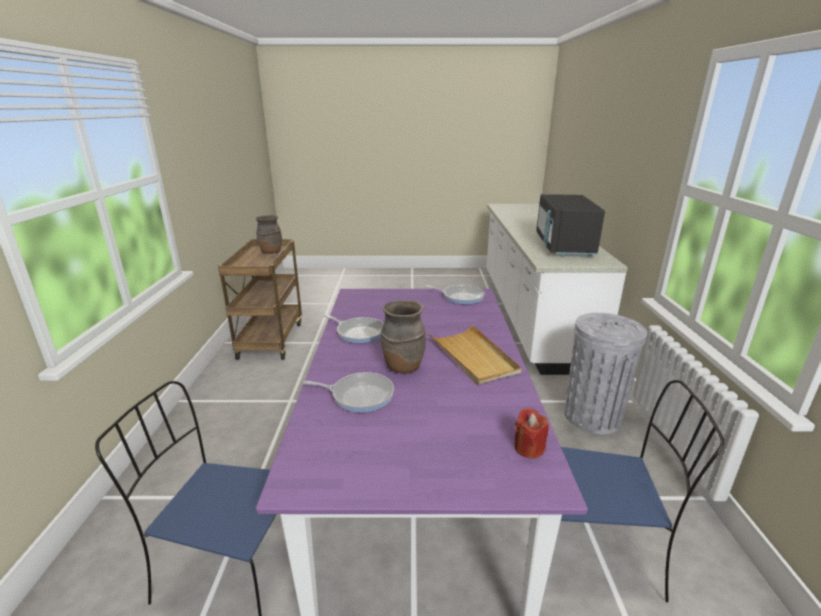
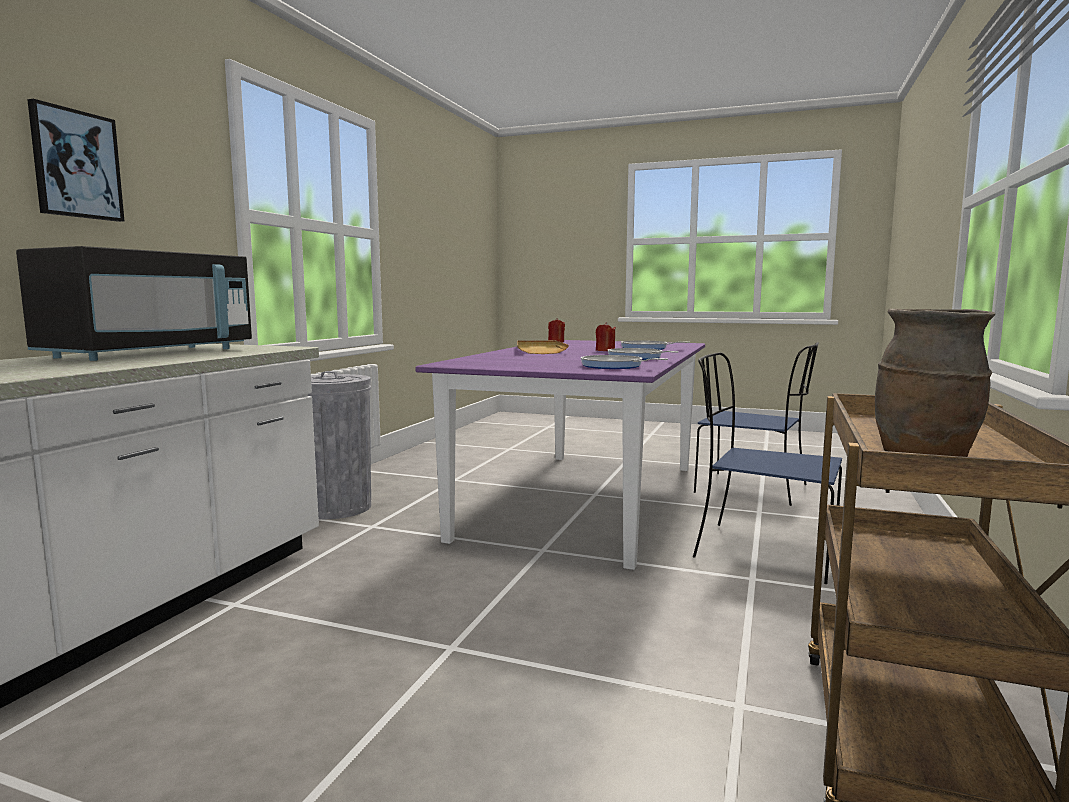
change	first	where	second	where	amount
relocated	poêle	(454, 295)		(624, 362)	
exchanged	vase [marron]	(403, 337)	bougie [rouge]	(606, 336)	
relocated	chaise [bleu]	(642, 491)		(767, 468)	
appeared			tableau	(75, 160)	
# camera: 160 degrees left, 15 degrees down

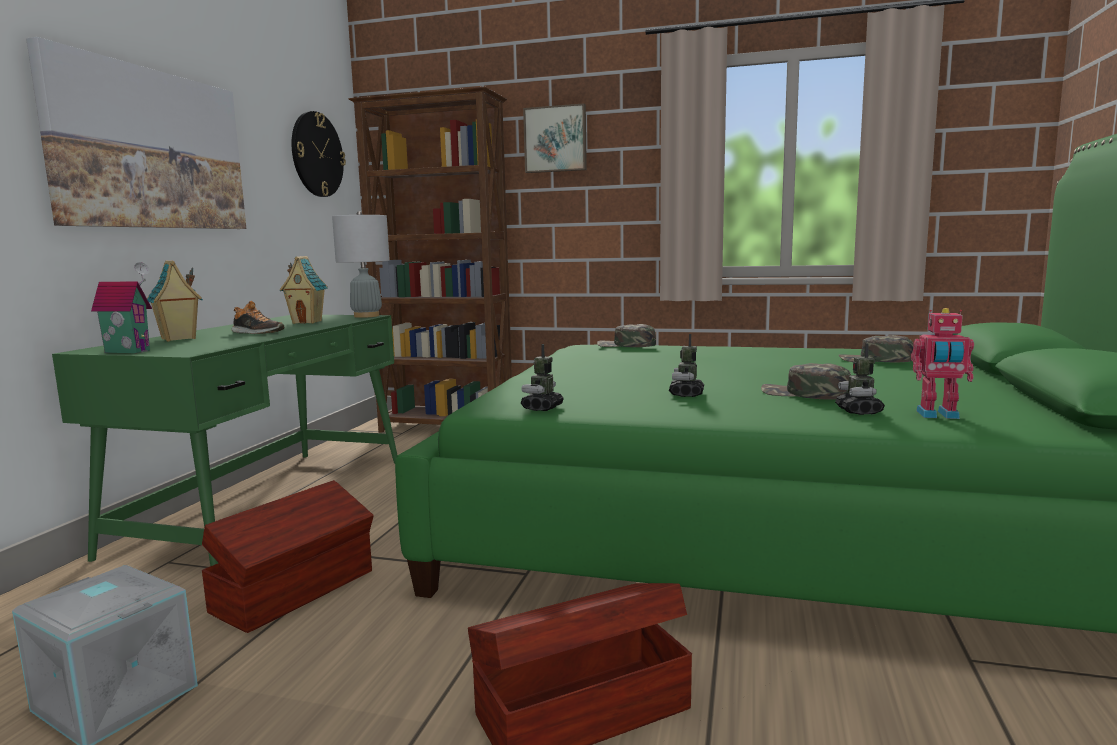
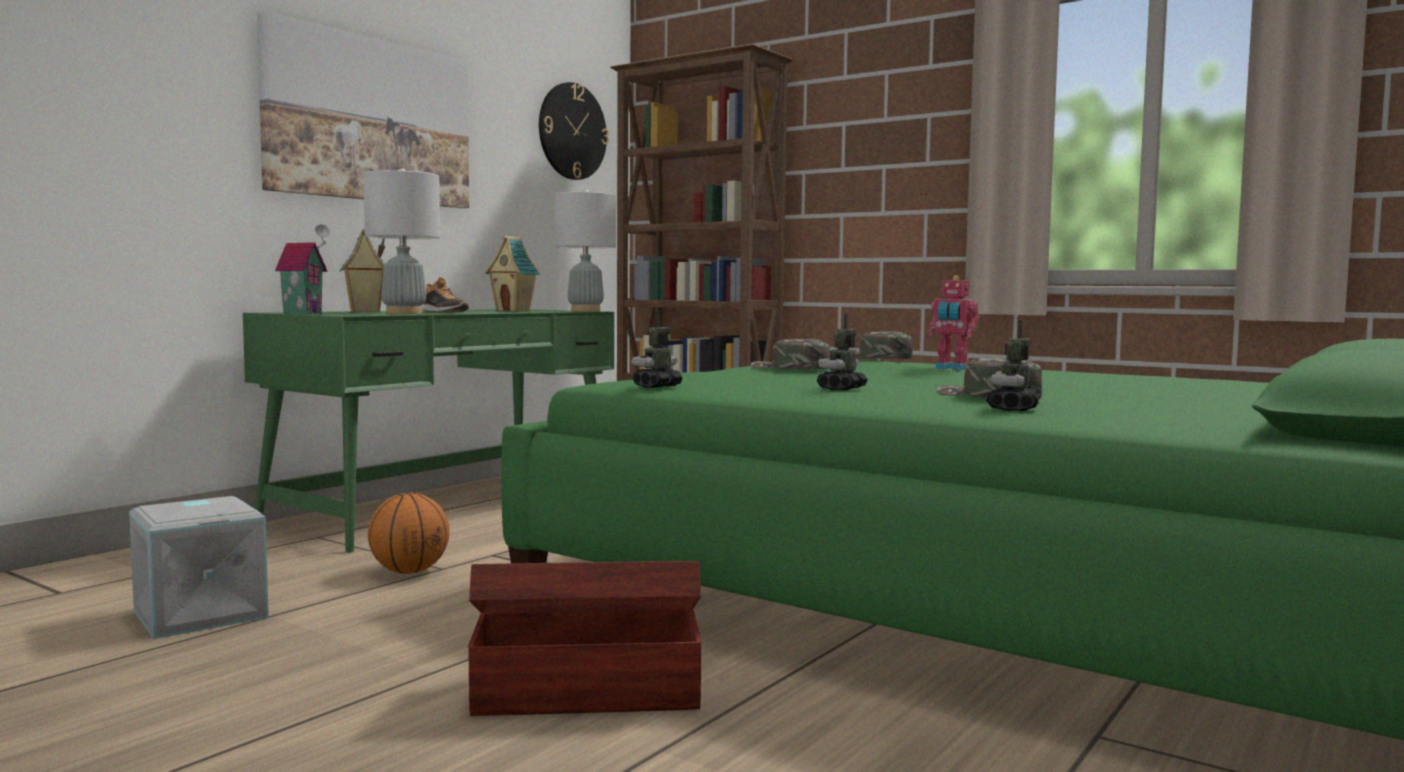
change	first	where	second	where	amount
missing	tableau	(555, 138)			
relocated	robot jouet	(942, 363)		(953, 322)	
relocated	casquette [vert]	(876, 348)		(790, 354)	
exchanged	boîte de rangement [marron]	(287, 556)	ballon de basket	(409, 533)	
appeared			lampe de table [gris]	(402, 241)	
# camera: 20 degrees right, 5 degrees down

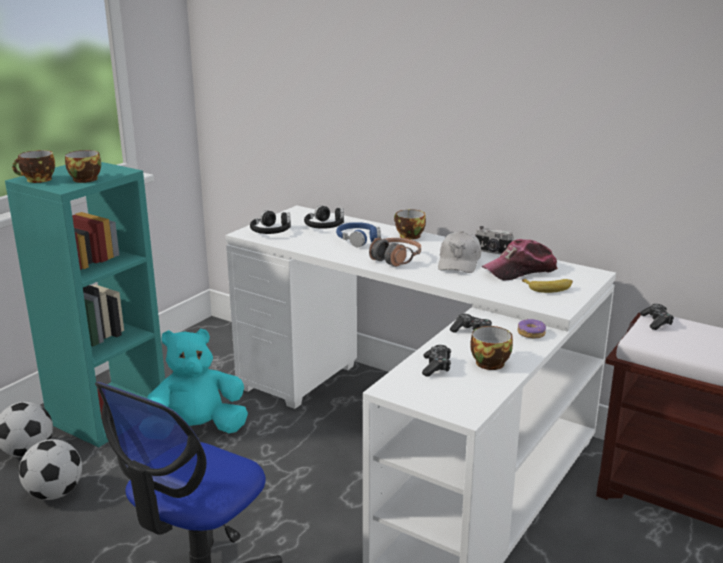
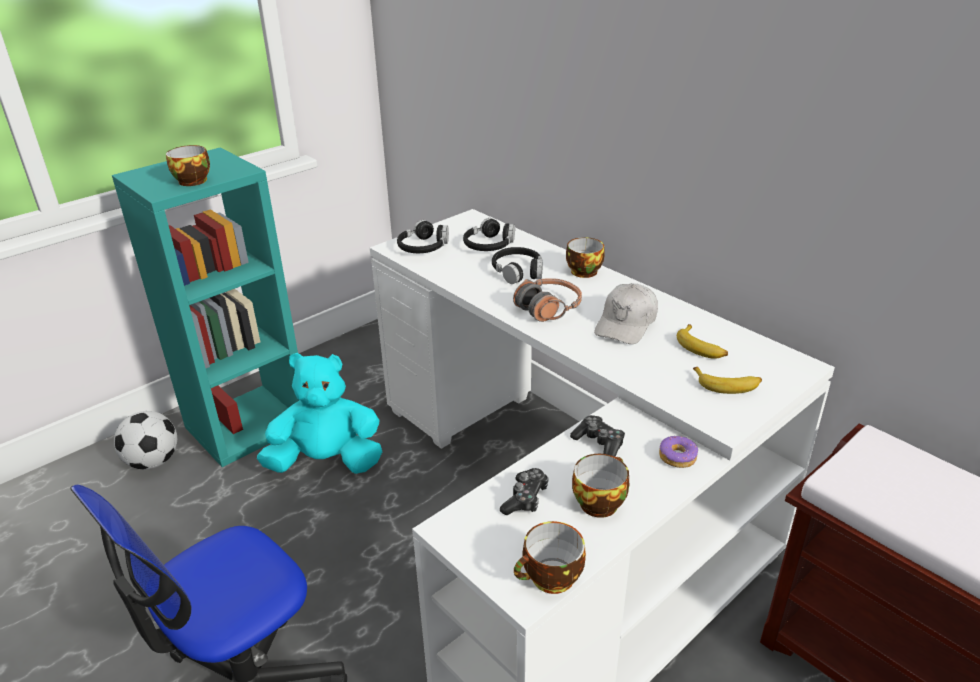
change	first	where	second	where	amount
relocated	tasse	(33, 166)		(550, 557)	
colour	casque audio [bleu]	(358, 234)	casque audio [noir]	(517, 265)	
missing	appareil photo	(494, 240)			
exchanged	casquette	(520, 259)	banane	(702, 341)	
missing	manette	(657, 317)			
missing	ballon de foot	(50, 469)			
# camera: 15 degrees right, 10 degrees up

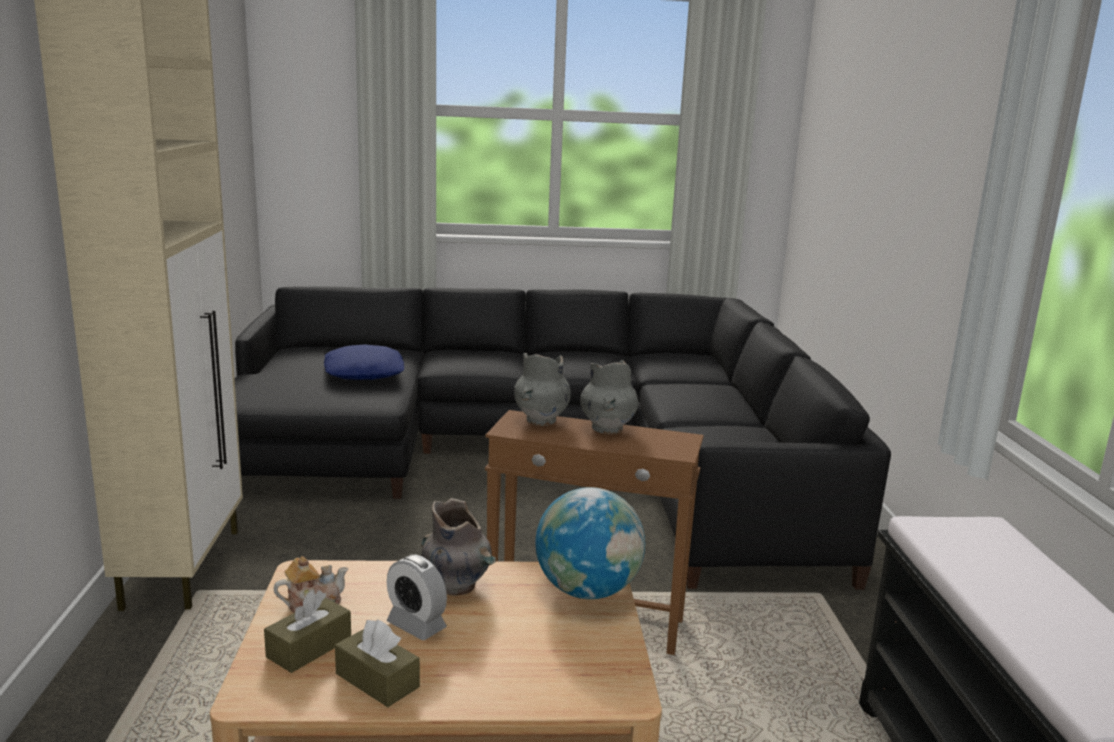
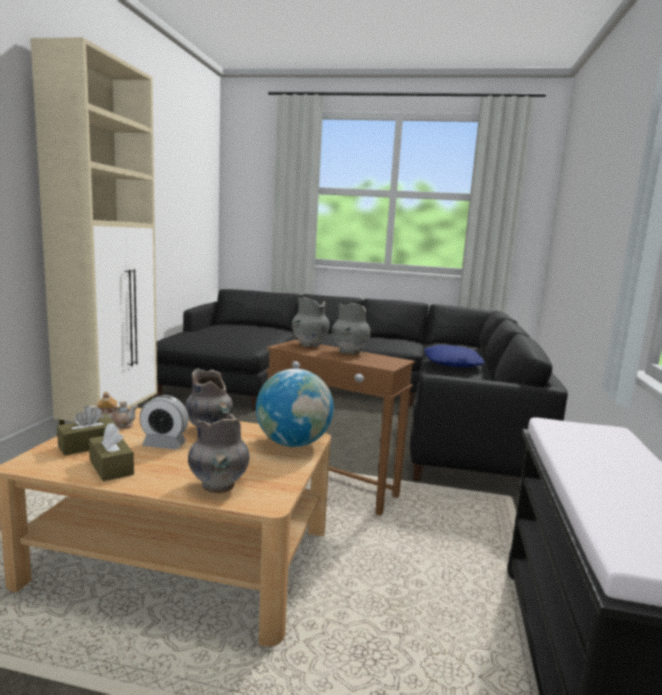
change	first	where	second	where	amount
relocated	coussin [bleu]	(364, 362)		(454, 356)	
spun	réveil	(417, 597)		(164, 422)	45 degrees counterclockwise
appeared			vase [gris]	(219, 453)	
# camera: 15 degrees right, 5 degrees down

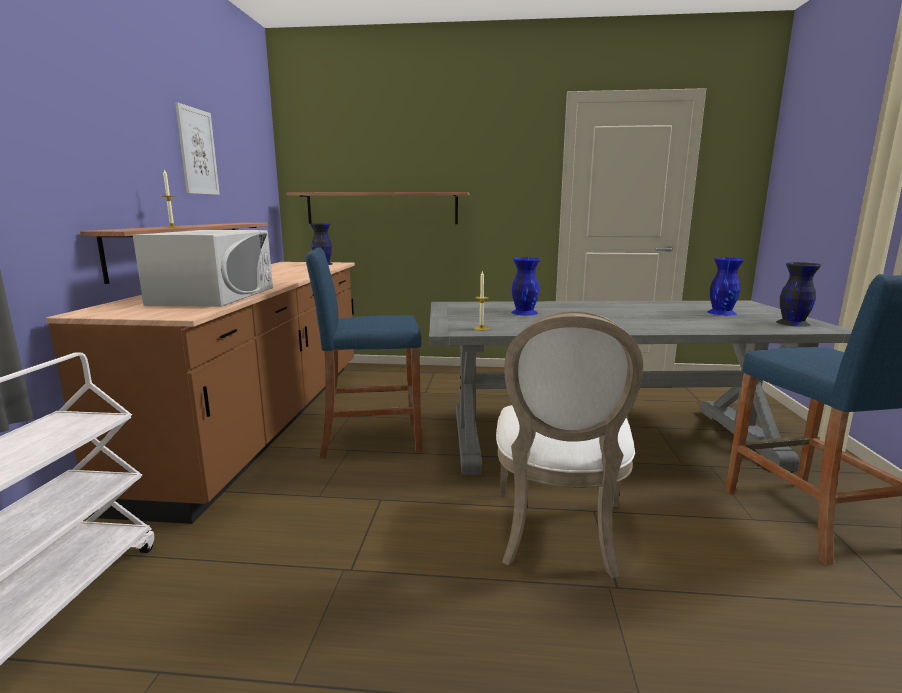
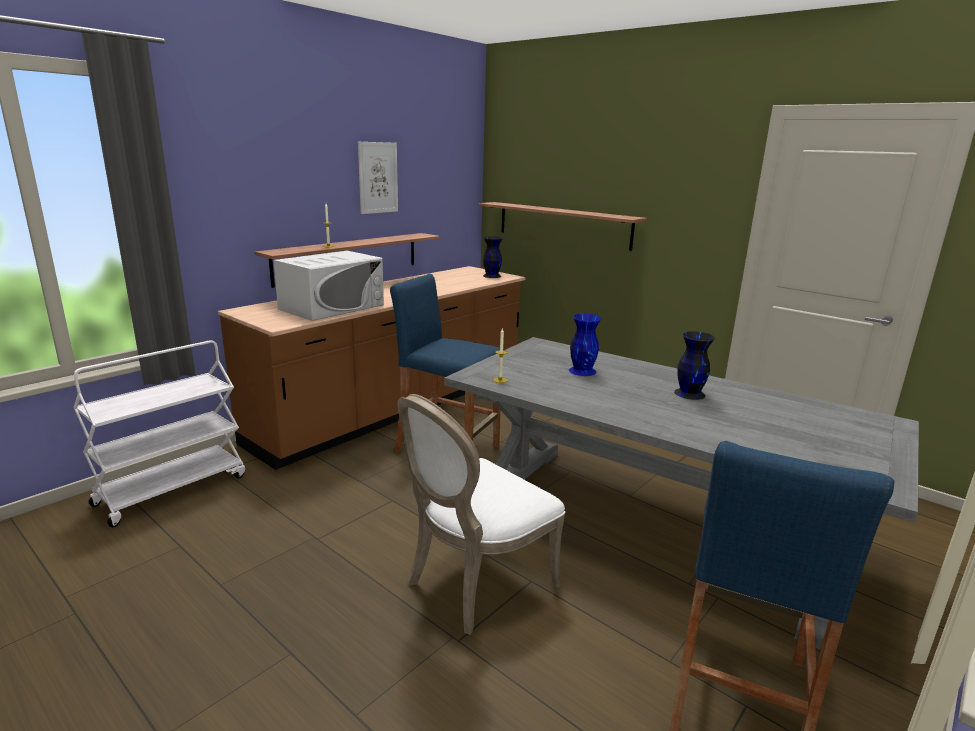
change	first	where	second	where	amount
missing	vase [bleu]	(725, 286)			
relocated	vase [noir]	(798, 294)		(694, 365)	
# camera: 35 degrees right, 5 degrees up

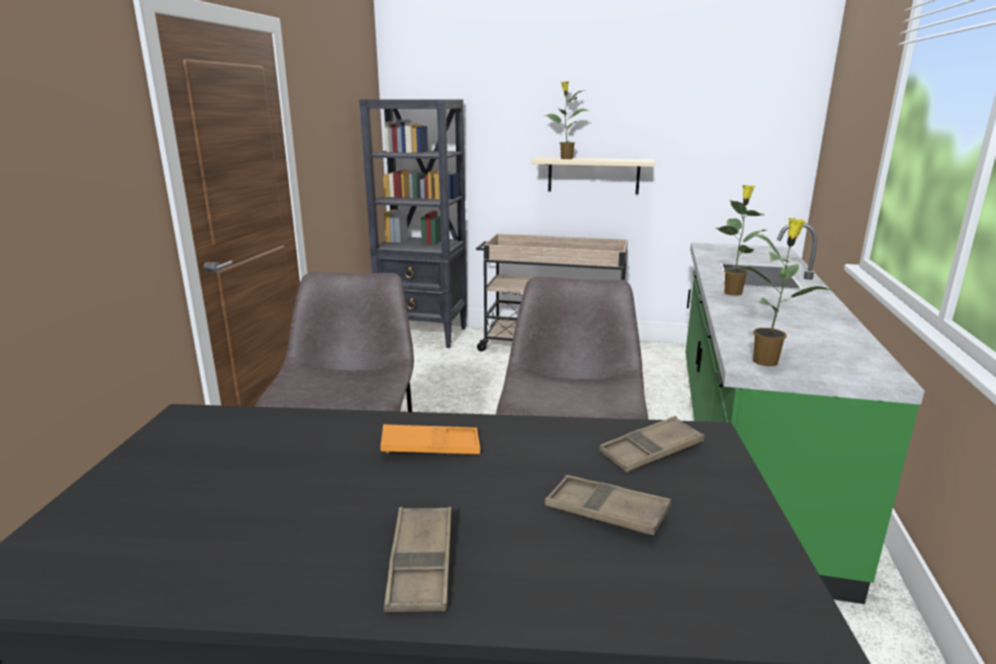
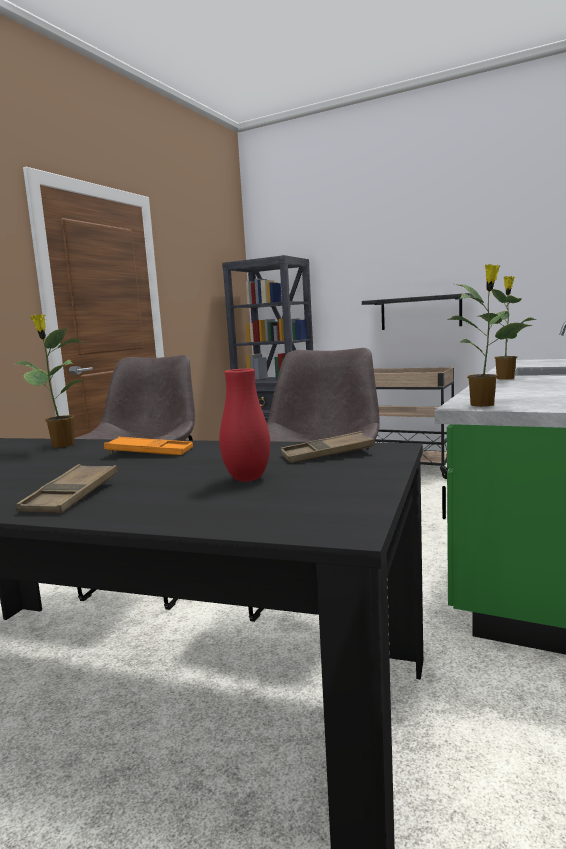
change	first	where	second	where	amount
relocated	plante en pot	(566, 120)		(49, 381)	
colour	étagère [beige]	(592, 175)	étagère [noir]	(418, 311)	
exchanged	plateau [marron]	(608, 505)	vase [rouge]	(244, 425)	
# camera: 15 degrees right, 10 degrees down

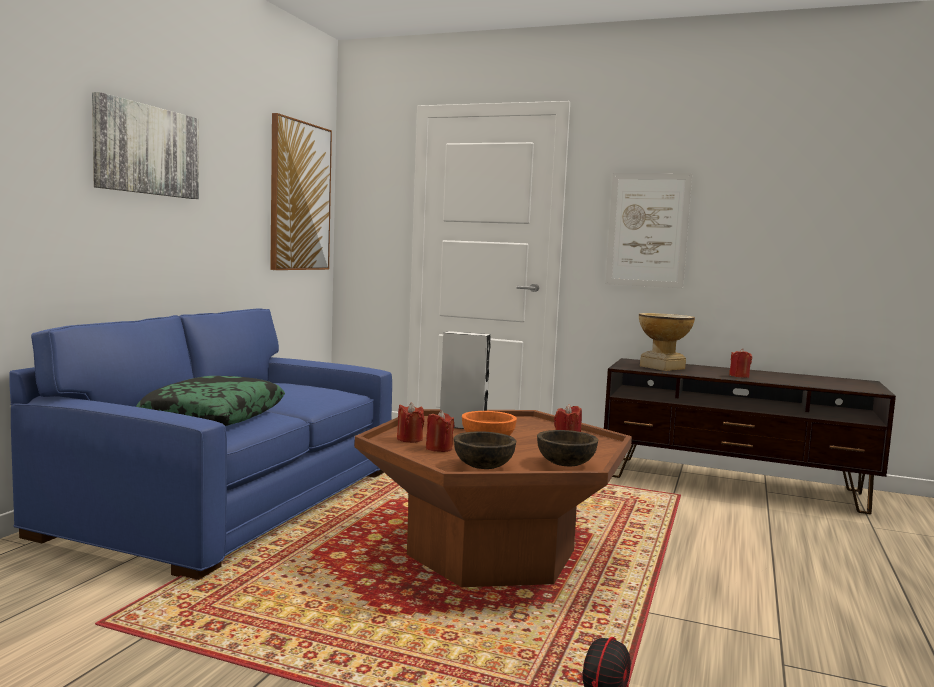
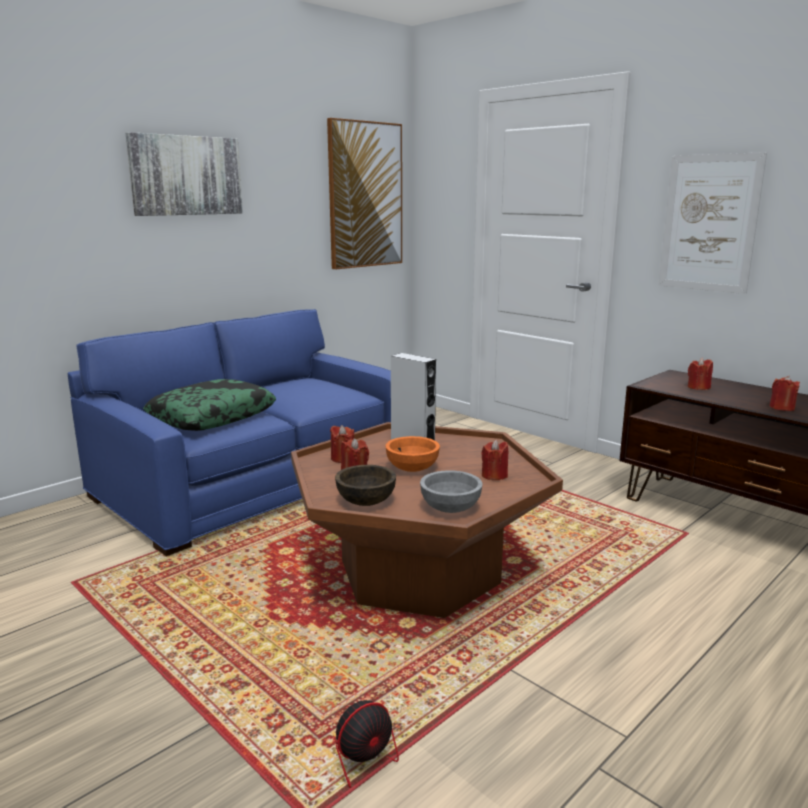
change	first	where	second	where	amount
exchanged	vase	(667, 342)	bougie [rouge]	(700, 374)	
colour	bol [marron]	(567, 448)	bol [gris]	(451, 491)	
# camera: 25 degrees right, 10 degrees up

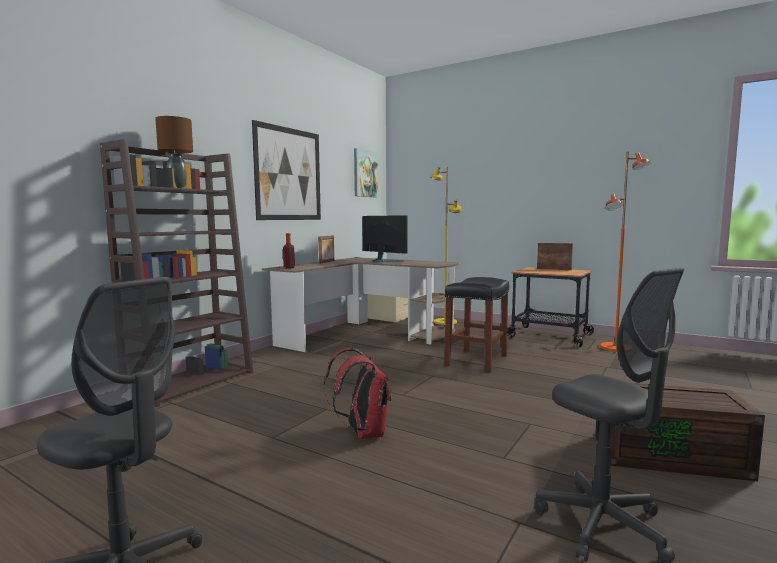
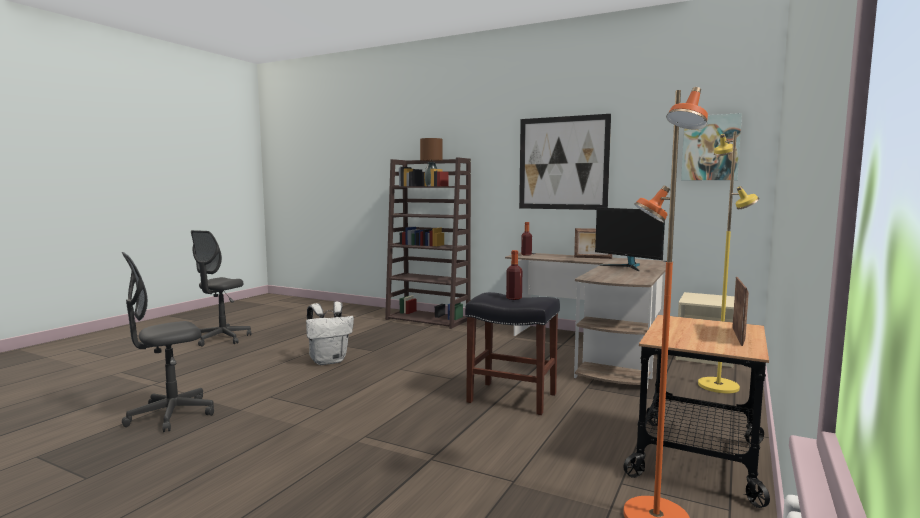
change	first	where	second	where	amount
spun	écran d'ordinateur	(385, 238)		(630, 239)	105 degrees clockwise
colour	sac à dos [rouge]	(358, 393)	sac à dos [blanc]	(330, 333)	
missing	boîte de rangement [marron]	(680, 432)			
appeared			bouteille	(514, 275)	
# camera: 85 degrees right, 0 degrees up

